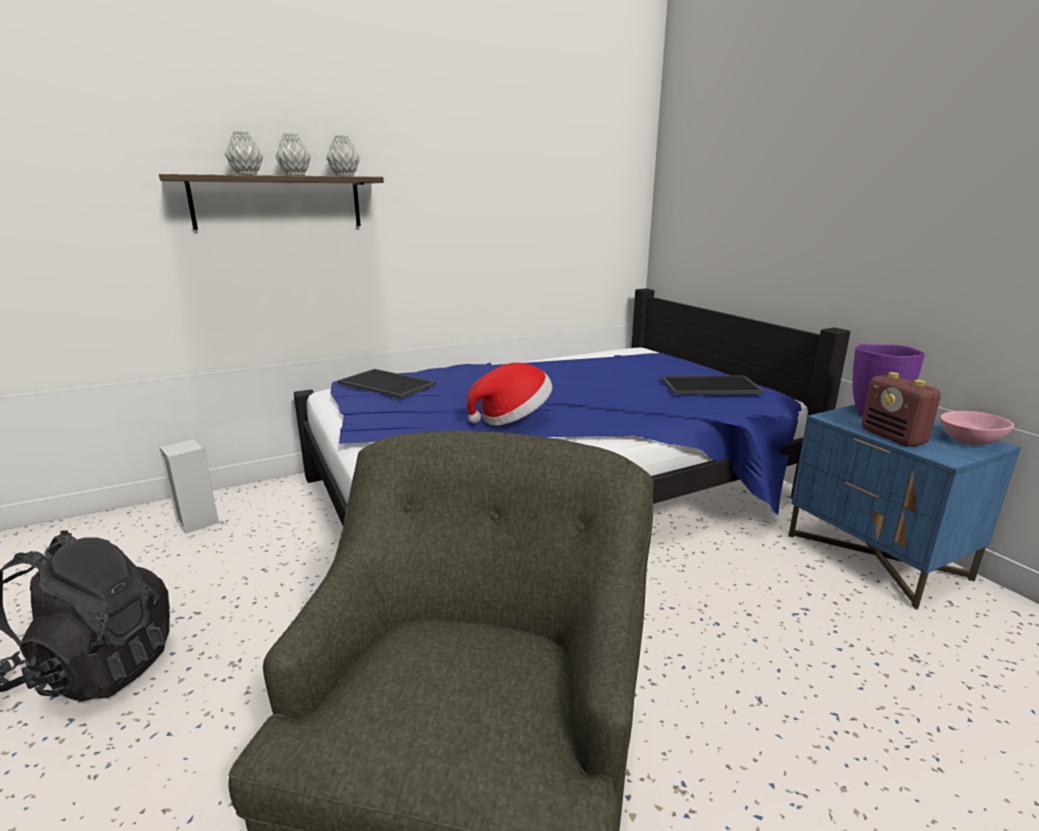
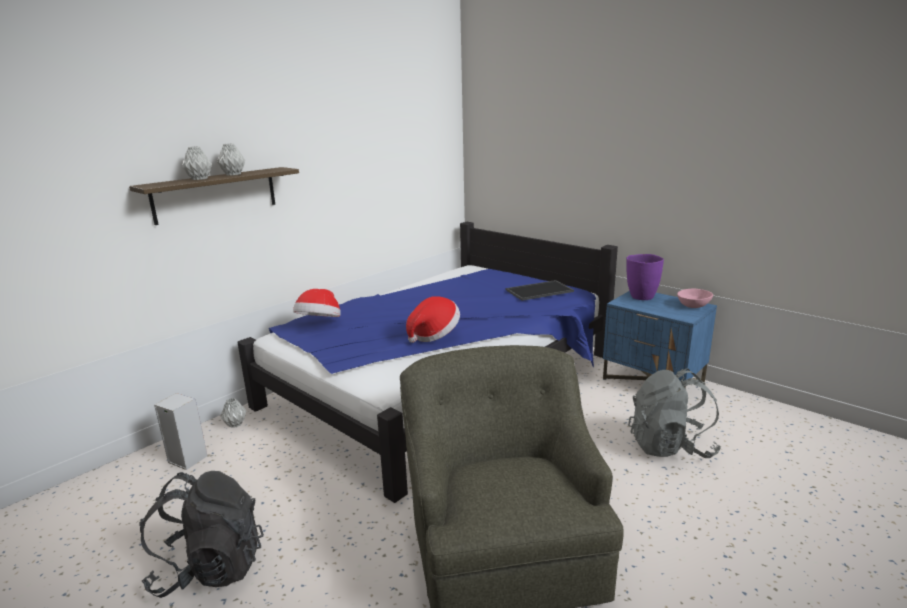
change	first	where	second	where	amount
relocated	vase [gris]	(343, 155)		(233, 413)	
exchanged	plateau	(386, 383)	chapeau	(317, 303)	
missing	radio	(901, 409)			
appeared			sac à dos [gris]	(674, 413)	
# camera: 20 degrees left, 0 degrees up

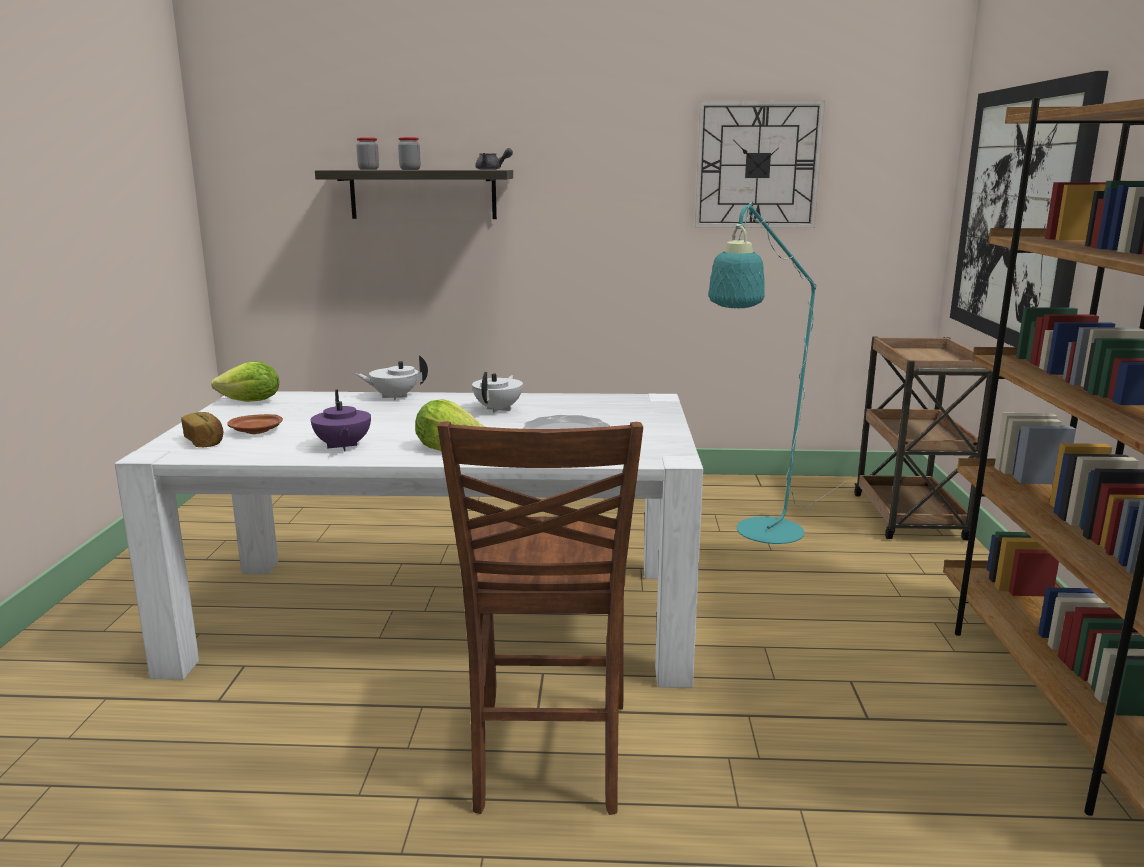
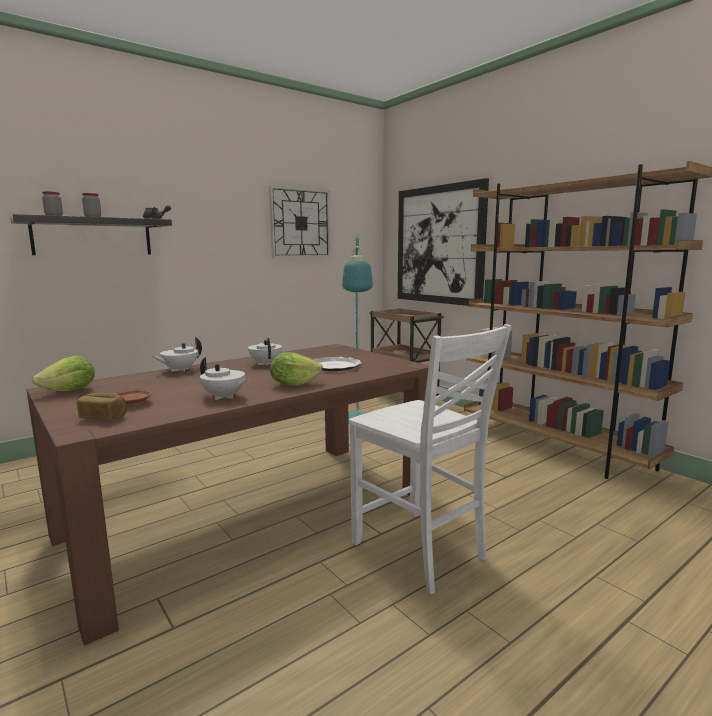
change	first	where	second	where	amount
colour	théière [violet]	(341, 420)	théière [blanc]	(224, 378)	
colour	table à manger [blanc]	(409, 539)	table à manger [marron]	(227, 494)	
colour	chaise [marron]	(540, 618)	chaise [blanc]	(430, 459)	
# camera: 40 degrees left, 5 degrees down

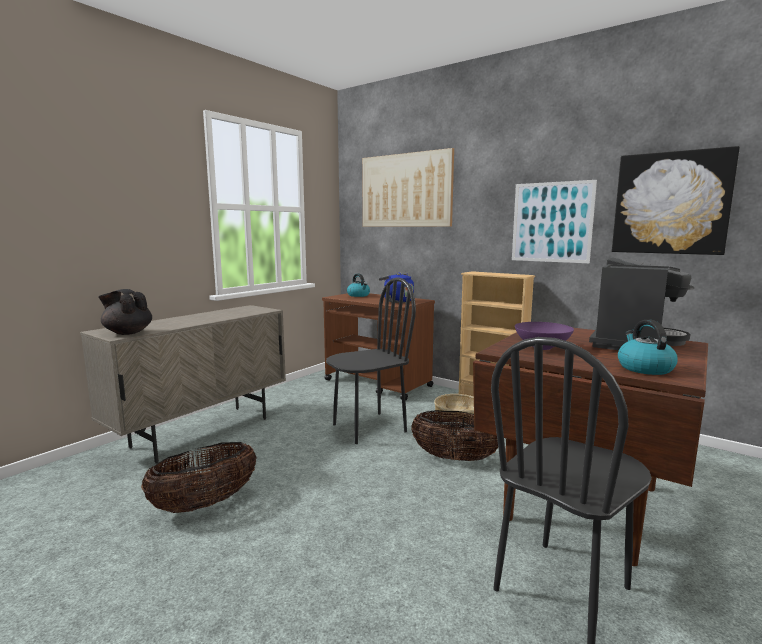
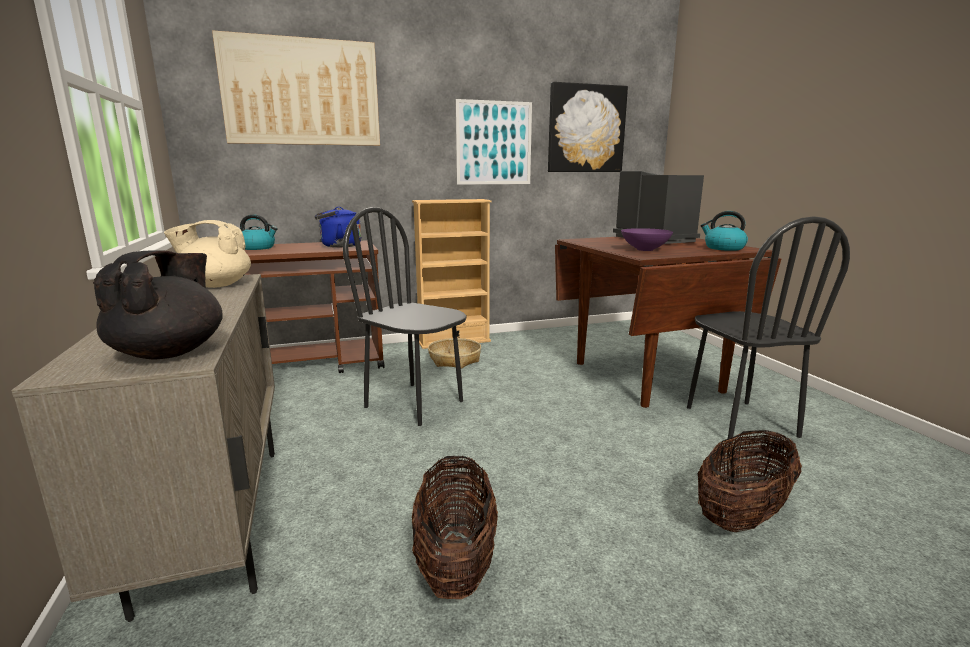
change	first	where	second	where	amount
spun	chaise [noir]	(371, 360)		(405, 316)	60 degrees counterclockwise
spun	théière [noir]	(125, 312)		(158, 304)	135 degrees clockwise
relocated	panier	(454, 435)		(749, 481)	
appeared			théière [beige]	(207, 254)	
# camera: 55 degrees left, 5 degrees up

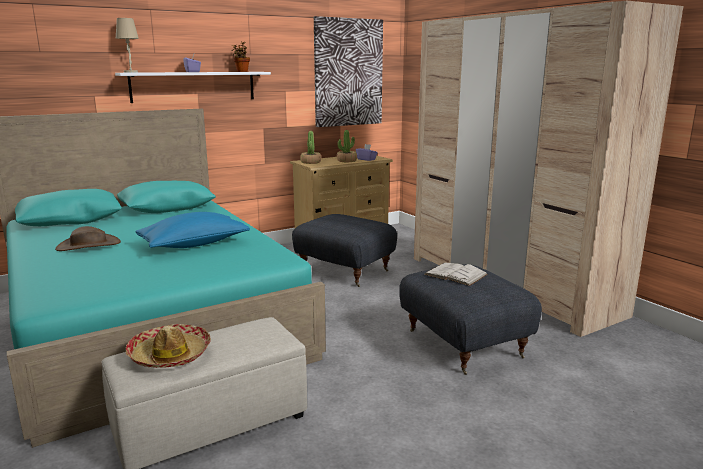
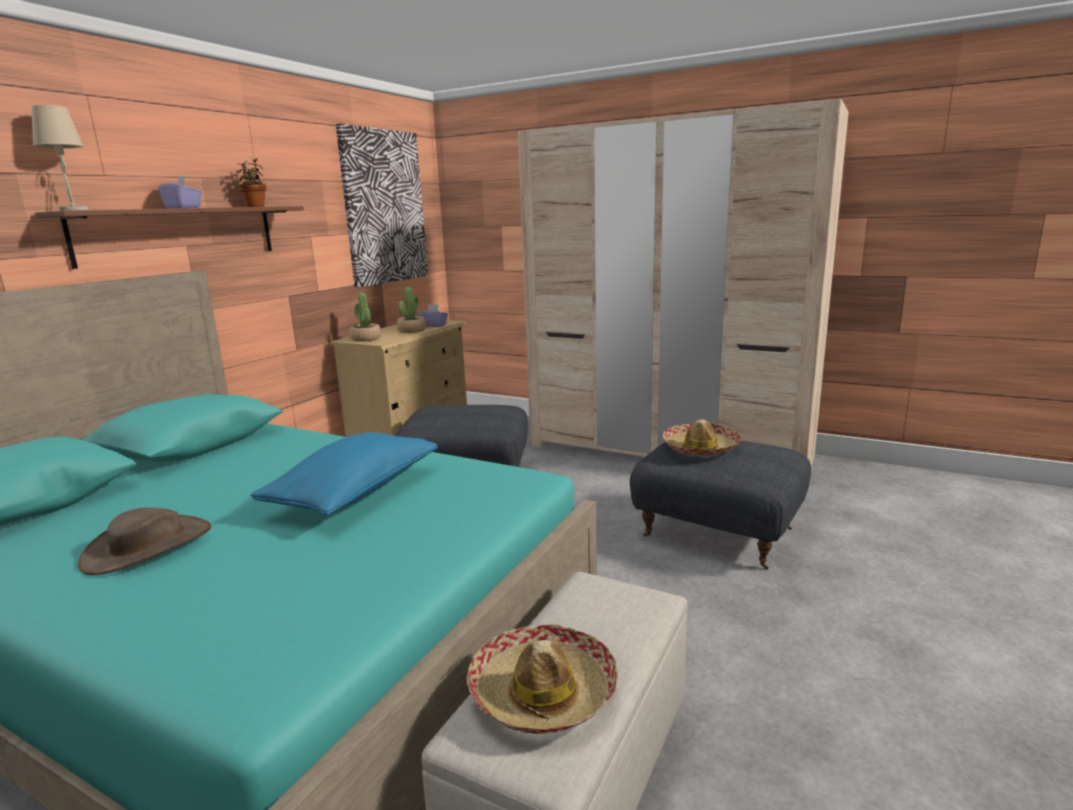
change	first	where	second	where	amount
colour	étagère [blanc]	(193, 87)	étagère [marron]	(169, 237)	
exchanged	livre [blanc]	(456, 274)	chapeau	(702, 437)	
# camera: 30 degrees left, 0 degrees up

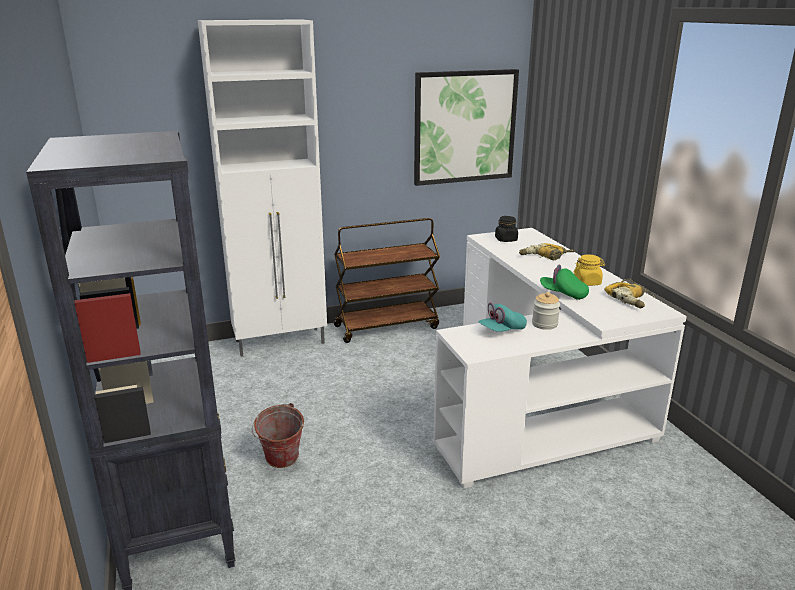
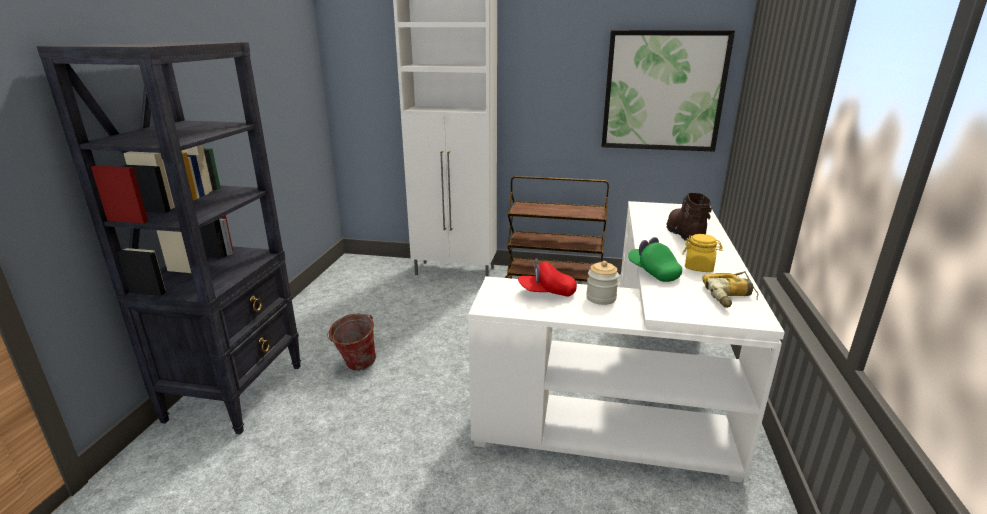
change	first	where	second	where	amount
missing	bocal [noir]	(506, 229)			
exchanged	perceuse	(547, 251)	botte [marron]	(689, 217)	
colour	casquette [turquoise]	(502, 317)	casquette [rouge]	(547, 277)	
# camera: 30 degrees right, 0 degrees up

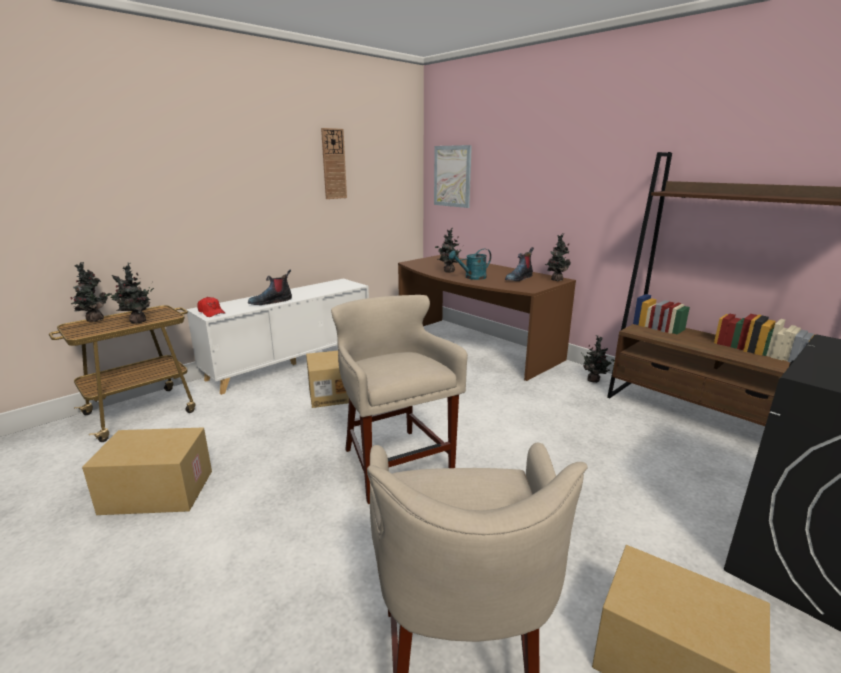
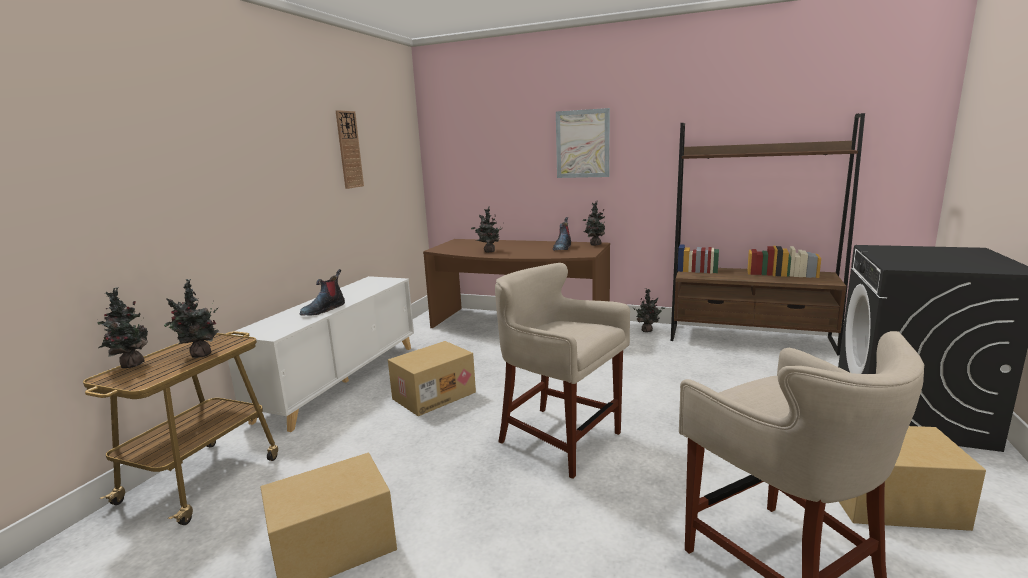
change	first	where	second	where	amount
relocated	tableau	(453, 176)		(583, 143)	
missing	arrosoir [turquoise]	(470, 264)			
missing	casquette [rouge]	(211, 307)			
# camera: 25 degrees left, 5 degrees down

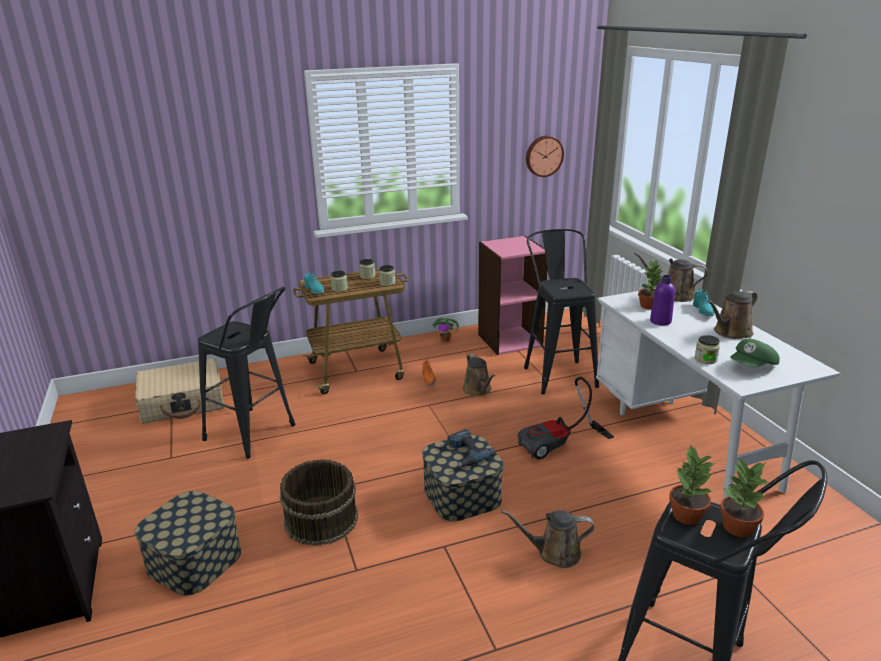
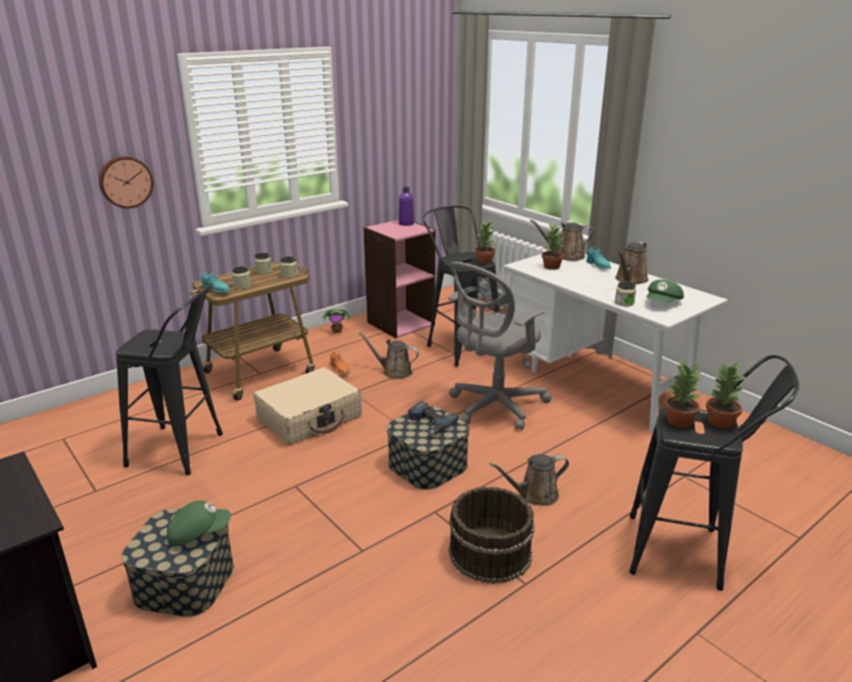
change	first	where	second	where	amount
relocated	horloge murale	(545, 156)		(126, 182)	
relocated	bouteille [violet]	(662, 300)		(406, 206)	
spun	arrosoir [marron]	(479, 375)		(388, 355)	150 degrees clockwise
relocated	valise [beige]	(179, 391)		(307, 406)	
exchanged	aspirateur	(566, 417)	chaise de bureau [gris]	(500, 346)	
relocated	seau [marron]	(319, 502)		(492, 535)	
appeared			plante en pot	(485, 242)	
appeared			casquette [vert]	(199, 523)	
# camera: 20 degrees left, 0 degrees up

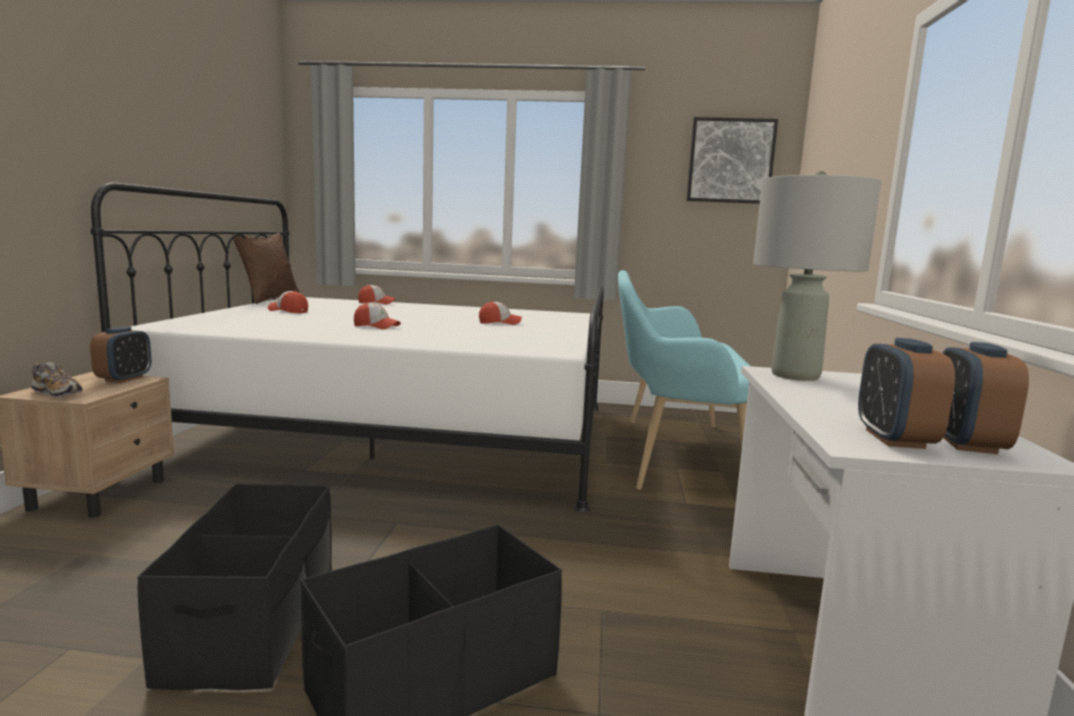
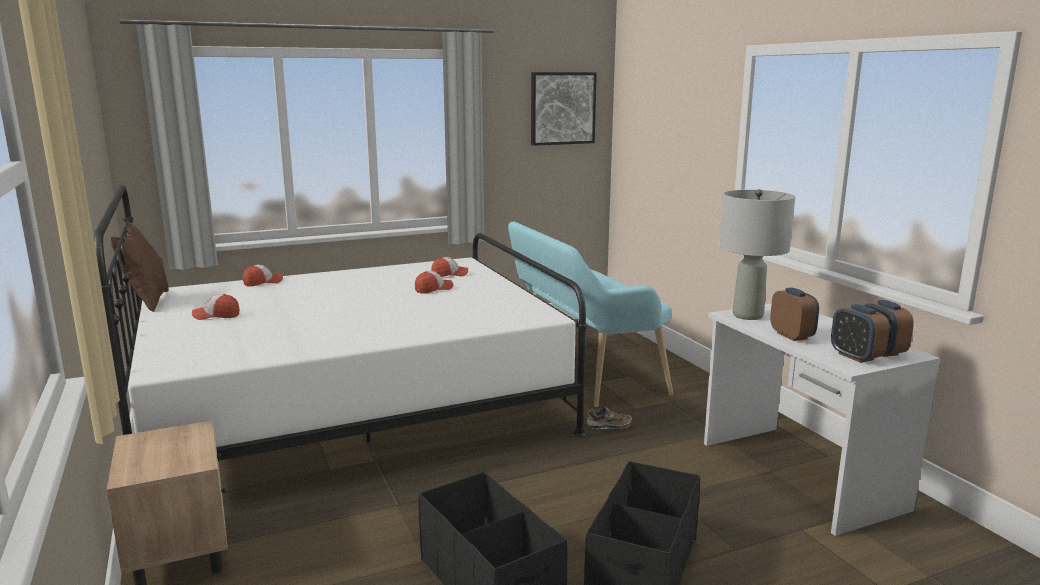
change	first	where	second	where	amount
relocated	casquette	(377, 315)		(449, 267)	
relocated	réveil	(120, 354)		(794, 314)	
relocated	chaussure	(56, 380)		(609, 418)	
# camera: 30 degrees left, 5 degrees up

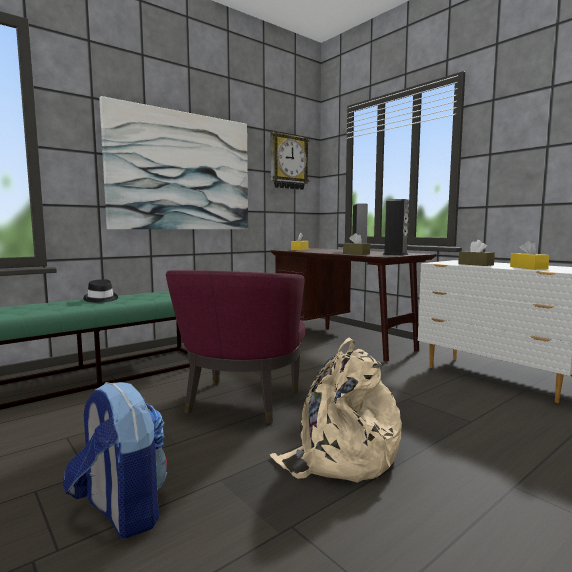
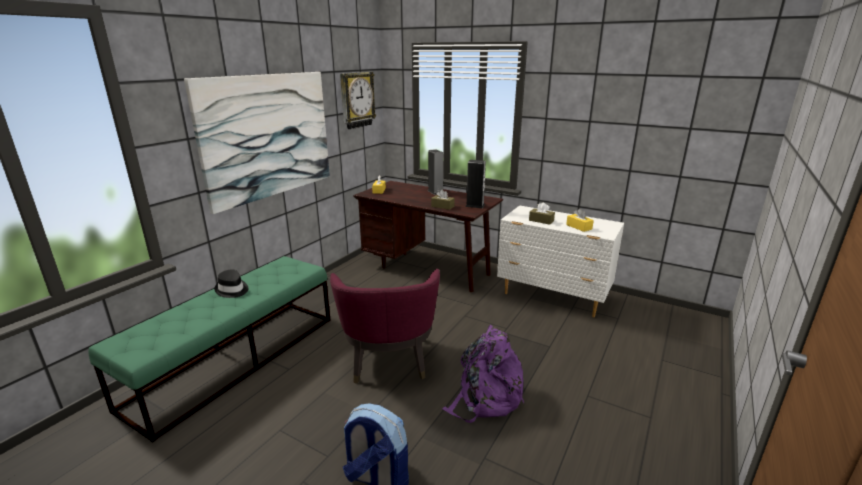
change	first	where	second	where	amount
colour	sac à dos [beige]	(336, 410)	sac à dos [violet]	(483, 373)	
# camera: 20 degrees left, 15 degrees up

